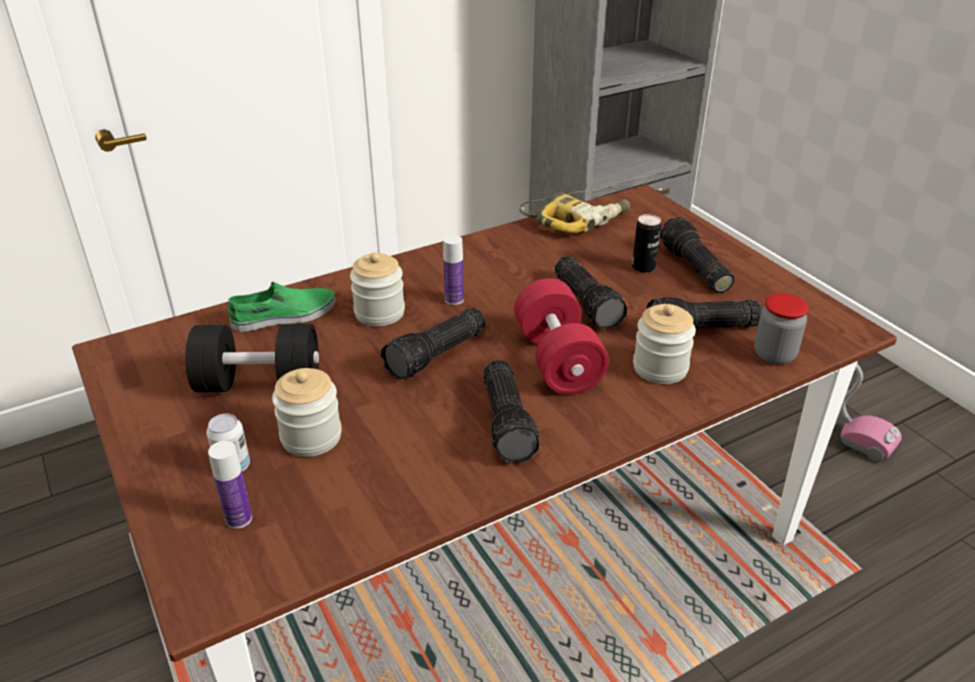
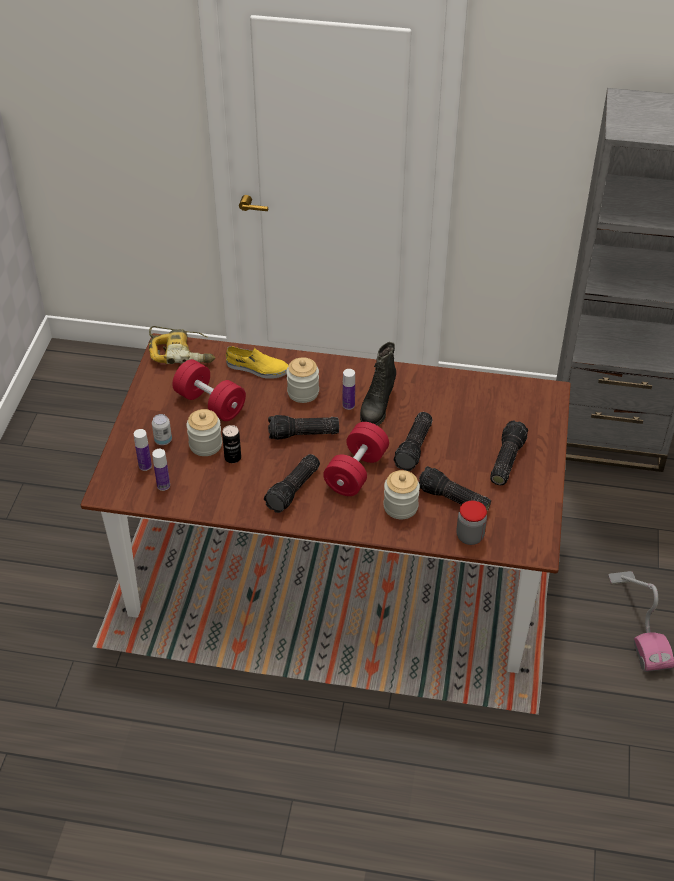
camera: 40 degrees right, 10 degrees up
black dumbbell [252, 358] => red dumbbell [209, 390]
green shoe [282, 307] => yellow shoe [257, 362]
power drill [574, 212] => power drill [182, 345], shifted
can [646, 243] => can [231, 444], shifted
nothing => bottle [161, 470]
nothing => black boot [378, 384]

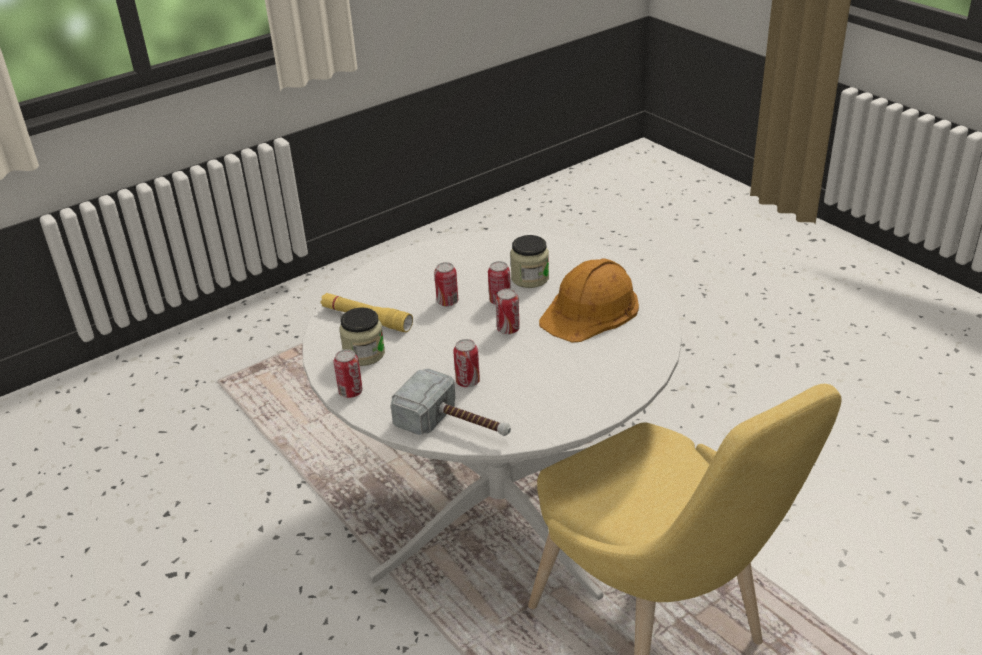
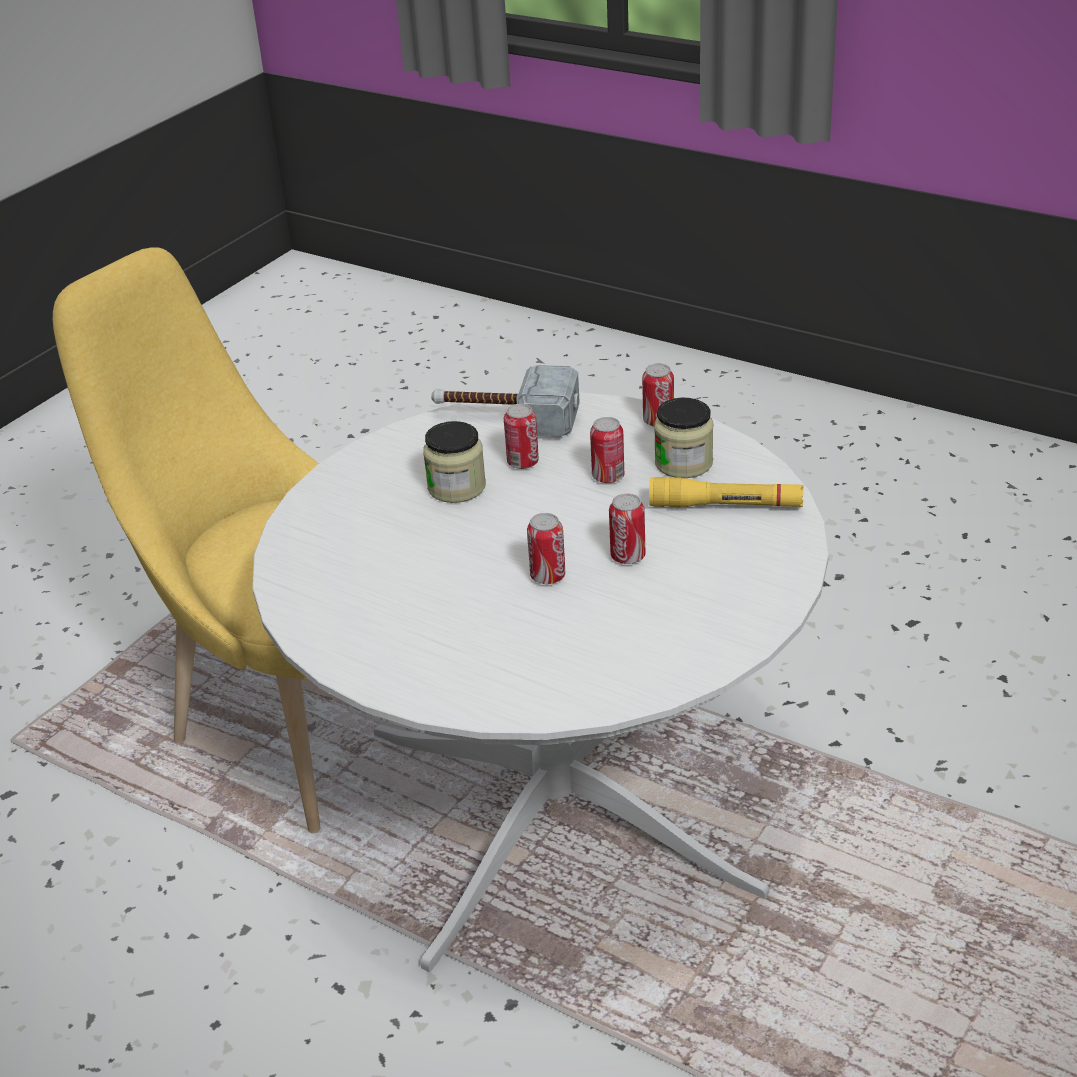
camera: 160 degrees right, 0 degrees up
can [507, 311] => can [607, 450], shifted
jar [529, 261] => jar [454, 462], shifted
orange hard hat [589, 300] => nothing

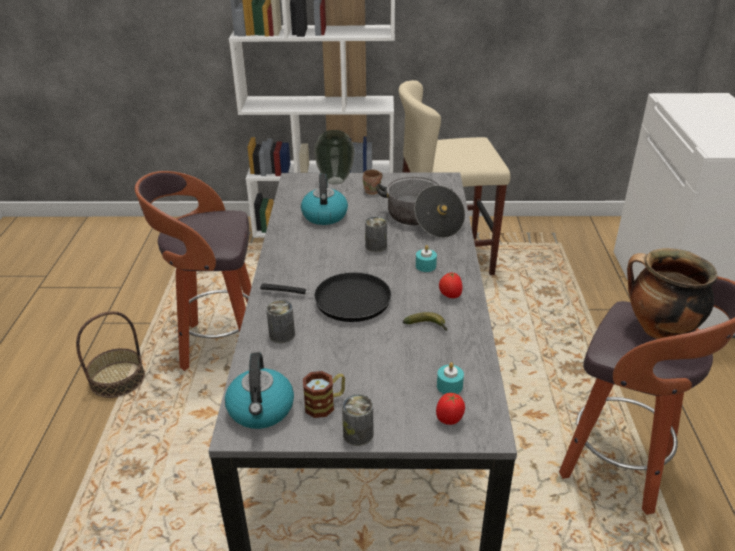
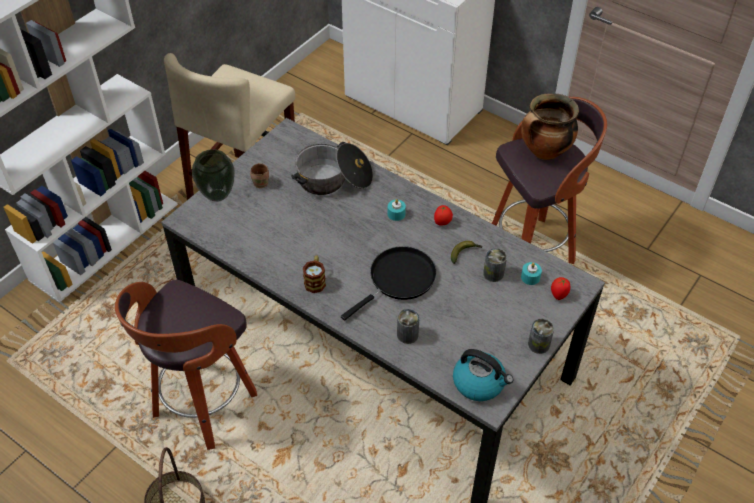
camera: 55 degrees left, 15 degrees up
kettle [324, 199] => nothing
mug [324, 394] => mug [314, 274], shifted
can [376, 234] => can [495, 265], shifted

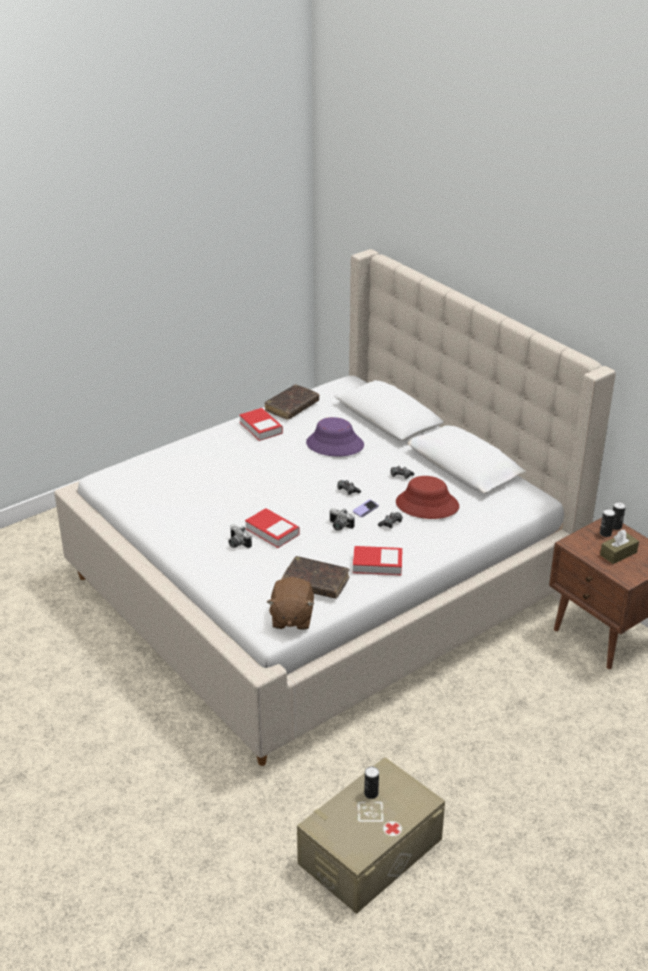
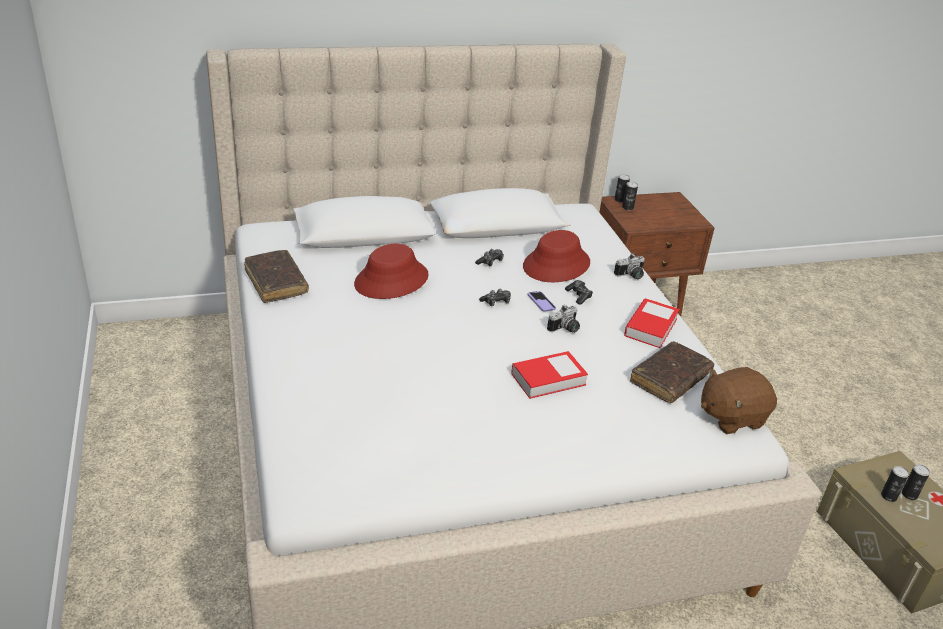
camera: 70 degrees left, 0 degrees up
photo camera [240, 536] => photo camera [629, 266], shifted
book [261, 424] => nothing
brown plush toy [290, 603] => brown plush toy [739, 400], 135 degrees clockwise
purple hat [335, 437] => red hat [391, 271]
brown tissue box [619, 547] => nothing
nothing => can [916, 482]

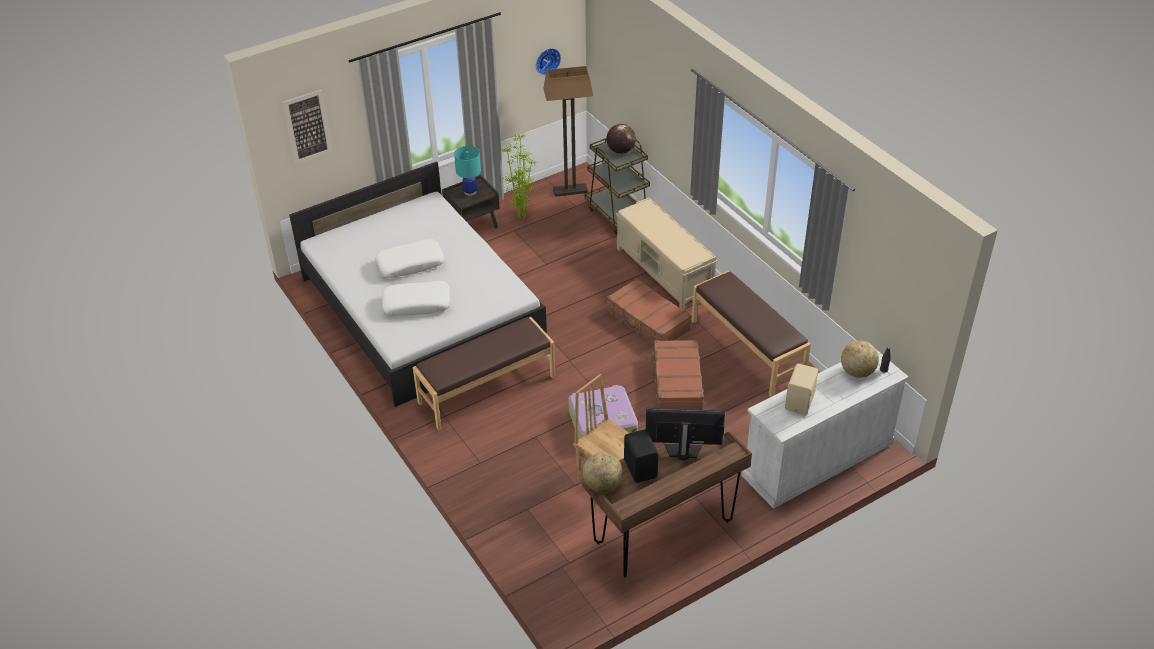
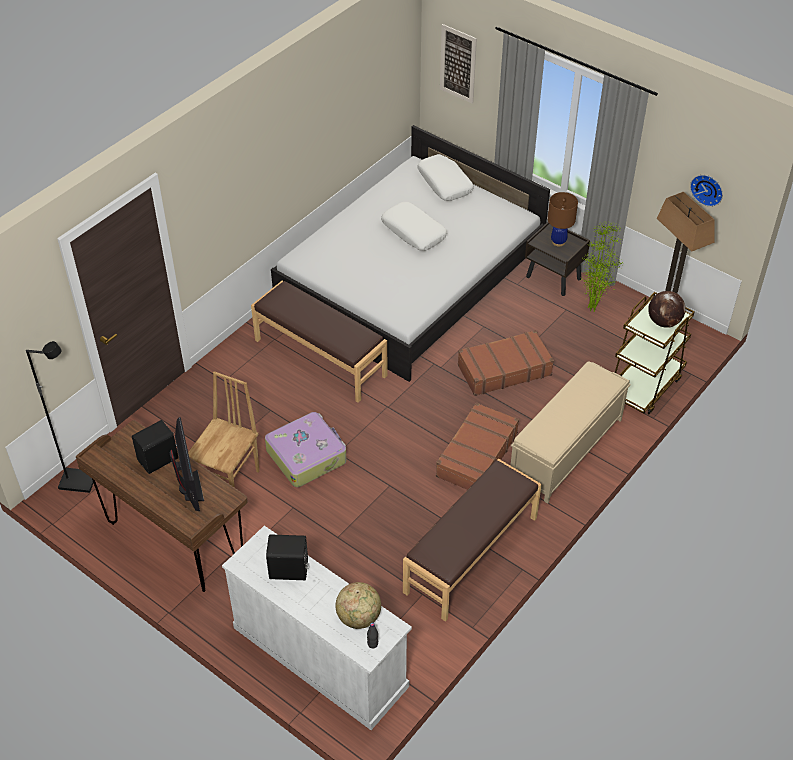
camera: 70 degrees right, 5 degrees up
white pillow [416, 298] => white pillow [445, 177], shifted
turquoise table lamp [467, 171] => brown table lamp [562, 219]
globe [603, 472] => nothing
brown suitcase [677, 375] => brown suitcase [506, 363], shifted
beige speaker [801, 389] => black speaker [288, 557]
nothing => black floor lamp [59, 417]

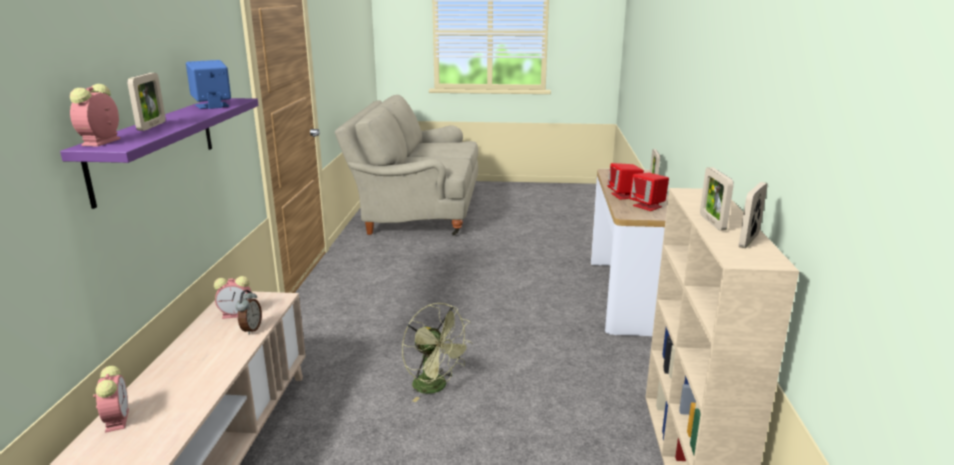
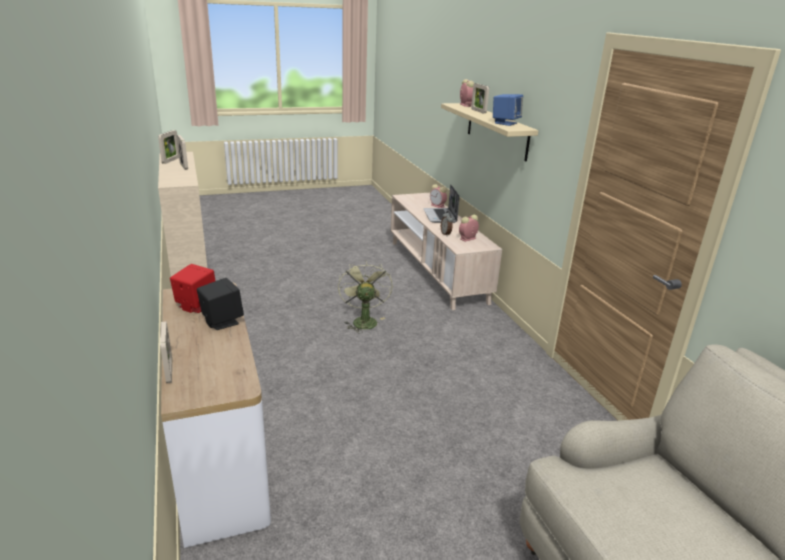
camera: 155 degrees right, 5 degrees up
purple shelf [159, 153] => beige shelf [490, 132]
green fan [437, 352] => green fan [365, 297], 60 degrees clockwise
red speaker [625, 181] => black speaker [220, 304]
nothing => laptop [441, 203]

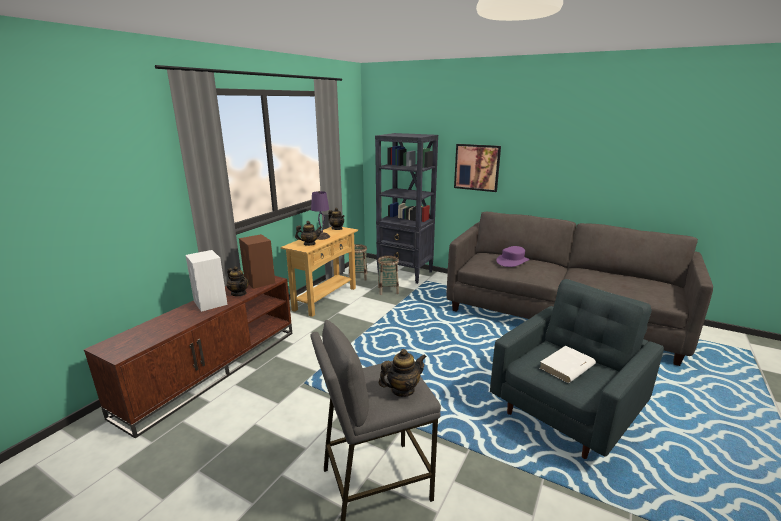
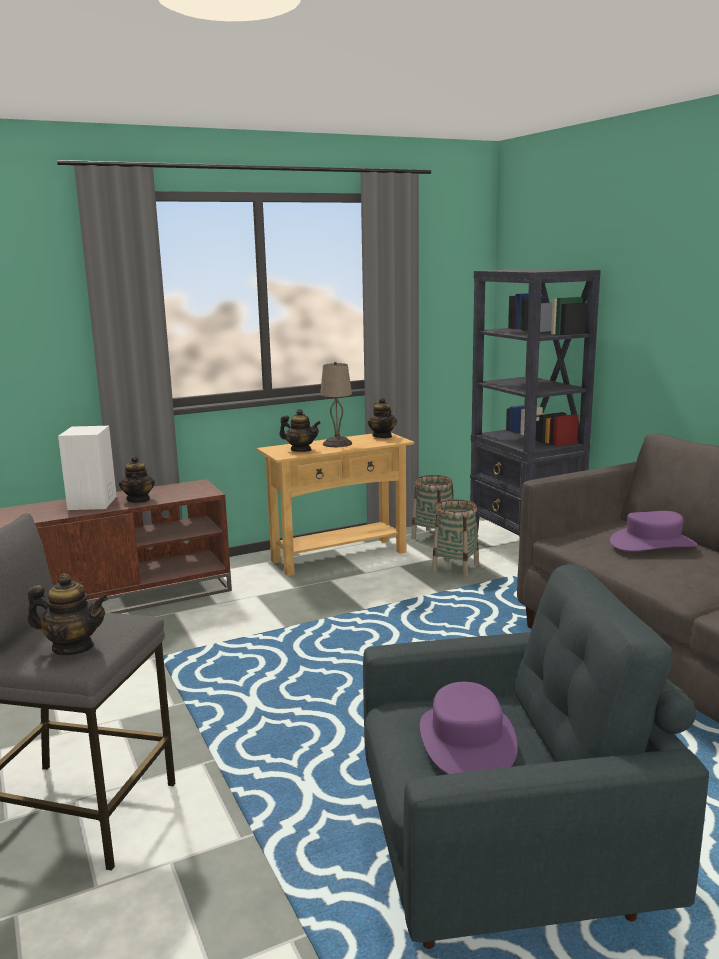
camera: 35 degrees right, 5 degrees down
brown speaker [257, 261] => nothing
purple table lamp [320, 215] => beige table lamp [336, 404]
picture [477, 168] => nothing
white book [568, 364] => purple hat [469, 728]

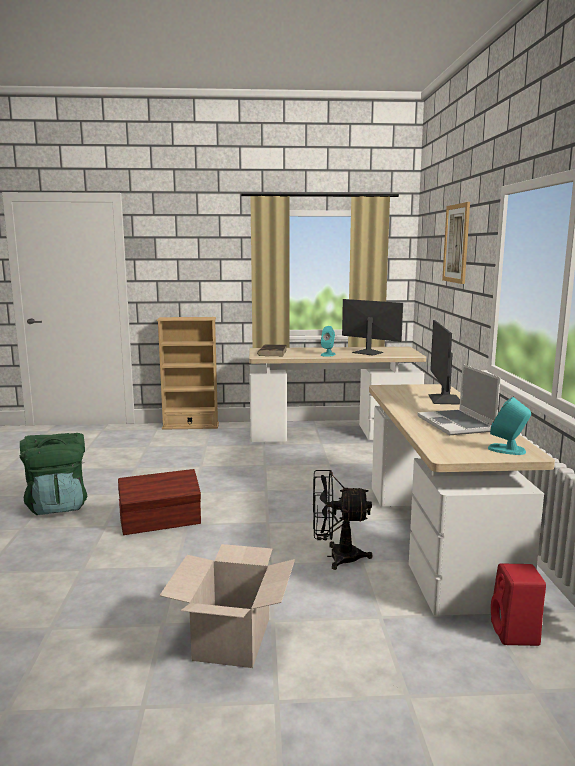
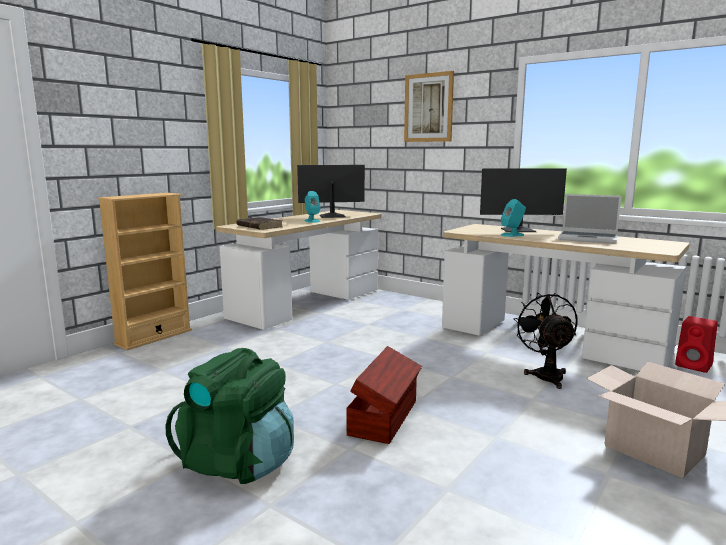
camera: 50 degrees left, 0 degrees up
black fan [343, 520] => black fan [546, 340], 135 degrees clockwise
monitor [444, 362] => monitor [523, 200], 45 degrees counterclockwise
turquoise speaker [509, 426] => turquoise speaker [513, 218], shifted

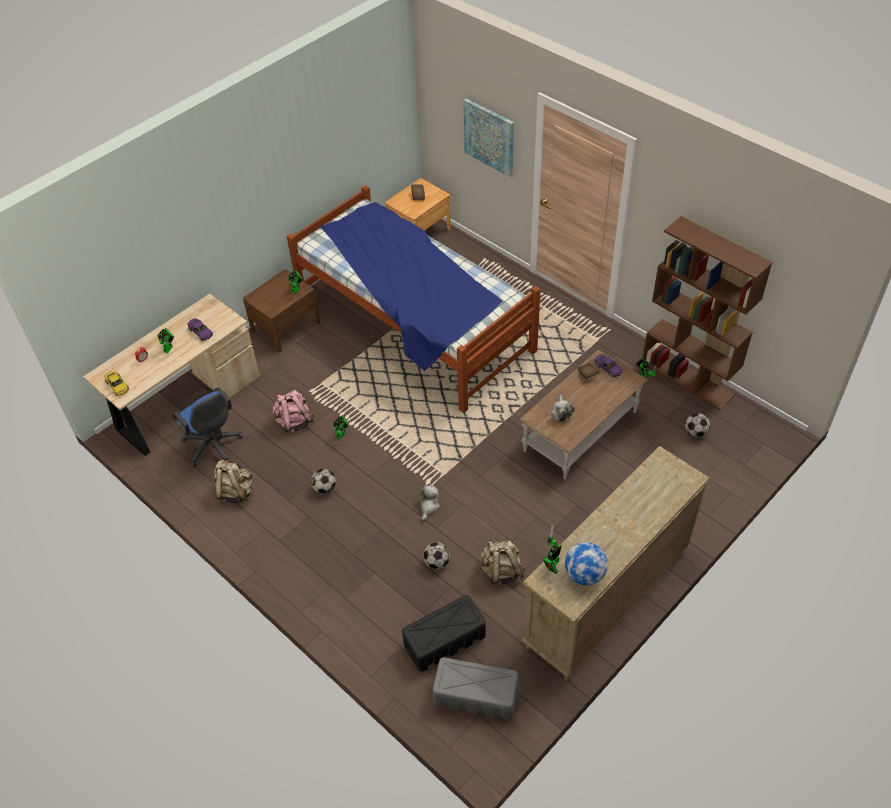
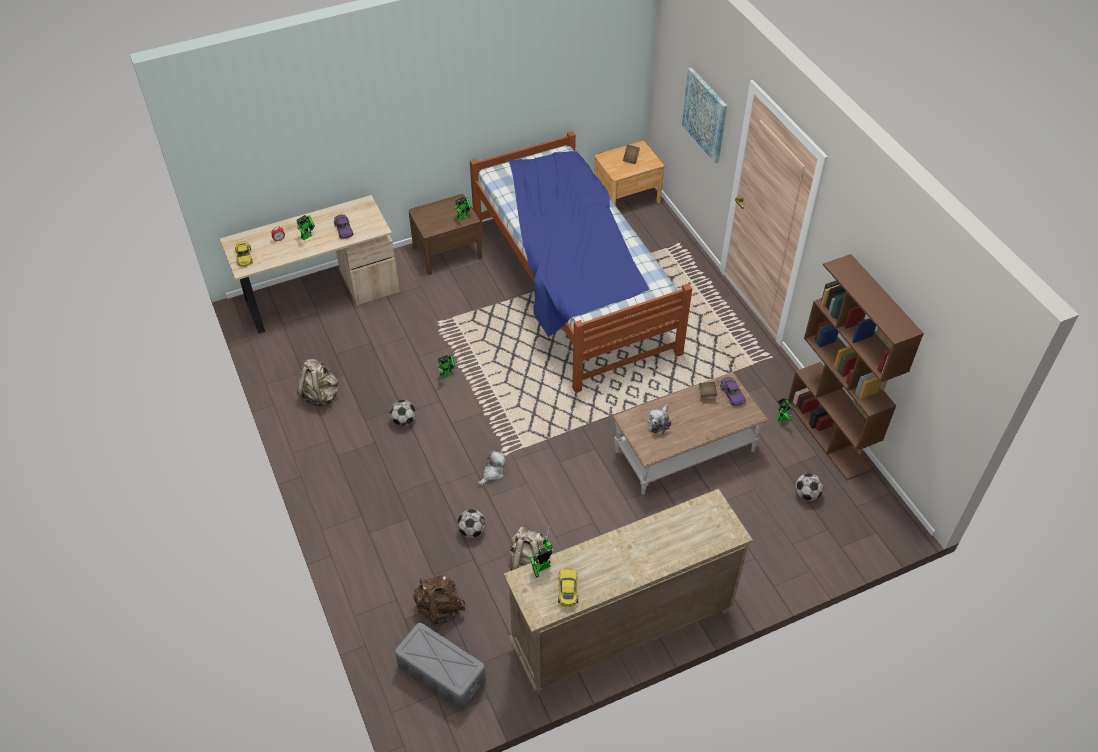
camera: 20 degrees right, 0 degrees up
blue office chair [207, 427] => nothing
pink backpack [293, 411] => nothing
black storage box [444, 633] => brown backpack [439, 601]
globe [586, 563] => yellow toy car [568, 587]

